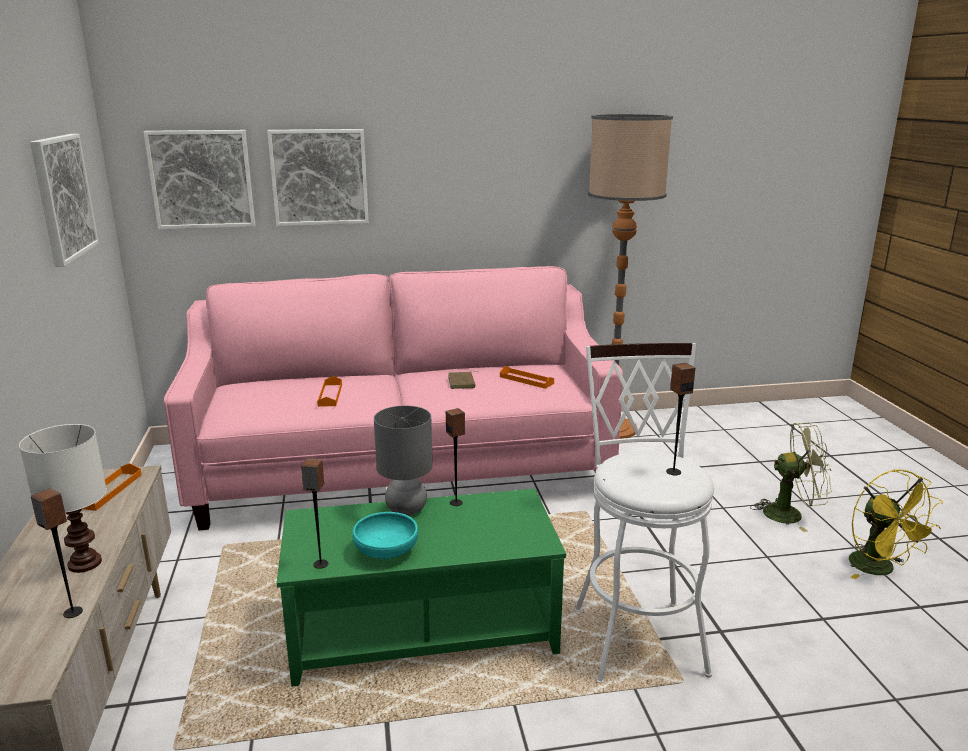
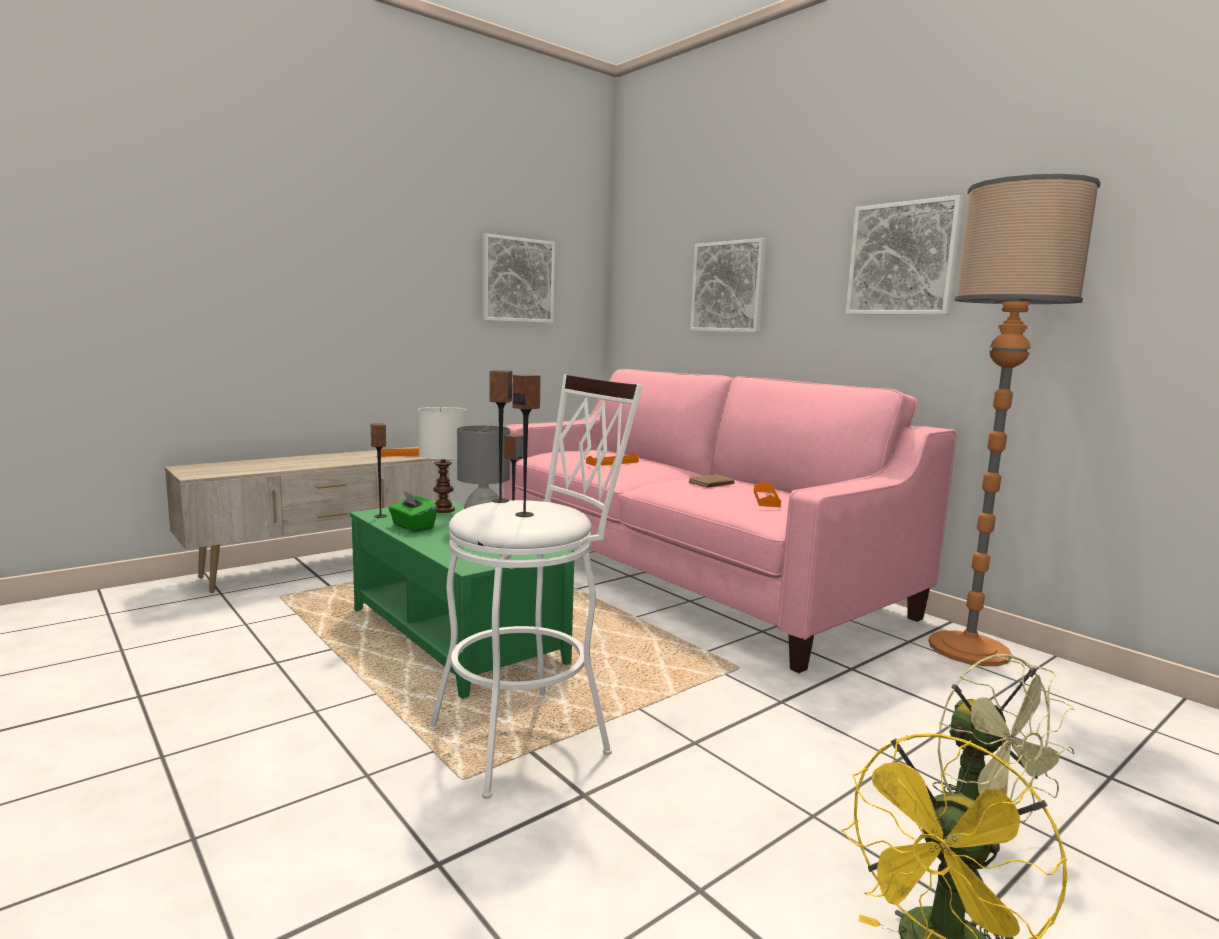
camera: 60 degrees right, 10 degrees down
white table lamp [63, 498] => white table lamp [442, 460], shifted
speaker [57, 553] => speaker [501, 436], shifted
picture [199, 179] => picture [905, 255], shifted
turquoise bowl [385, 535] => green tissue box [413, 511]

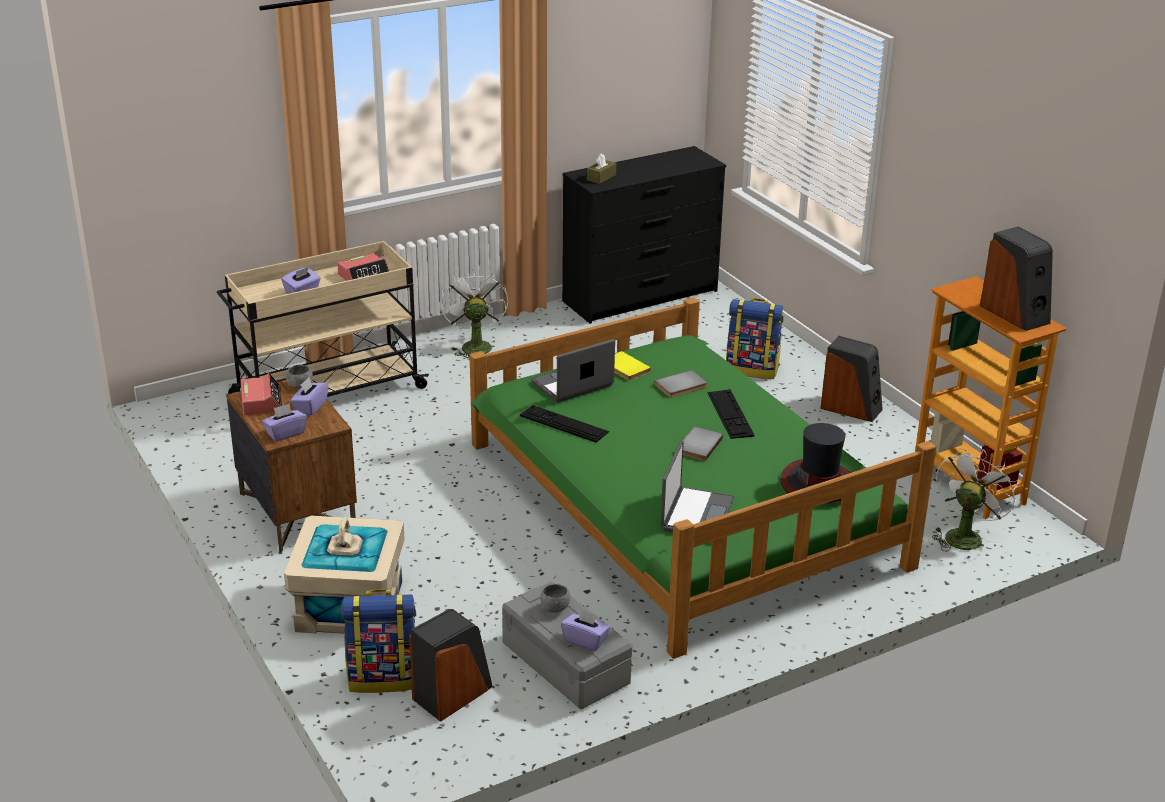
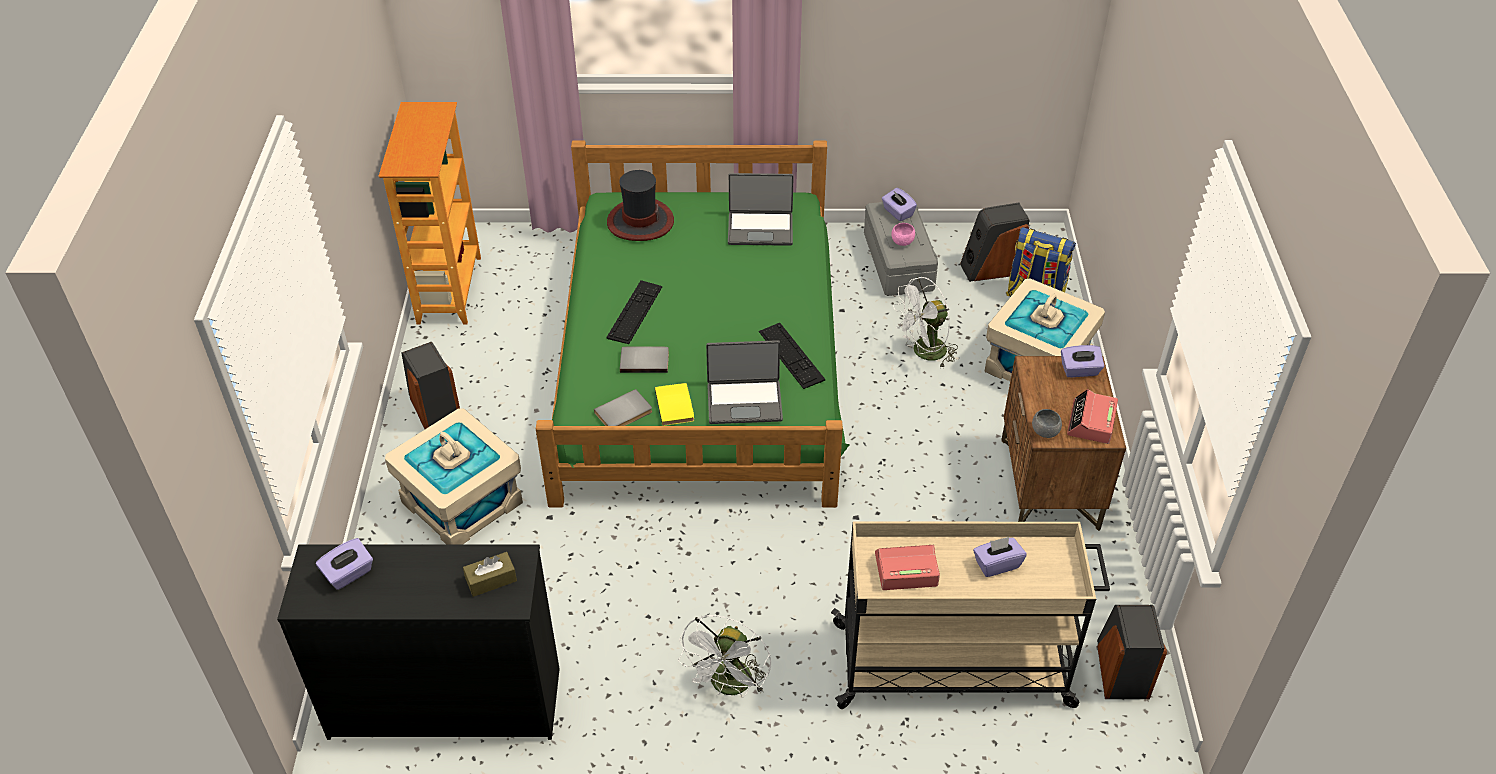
camera: 150 degrees left, 15 degrees up
purple tissue box [309, 396] => purple tissue box [344, 564], shifted
grey bowl [555, 598] => pink bowl [903, 234]
laptop [698, 486] => laptop [761, 209], 135 degrees counterclockwise
grey book [703, 444] => grey book [623, 407], shifted
backpack [755, 338] => beige storage box [454, 477]
white fan [975, 499] => white fan [925, 321], shifted
speaker [1016, 278] => speaker [1132, 652], shifted

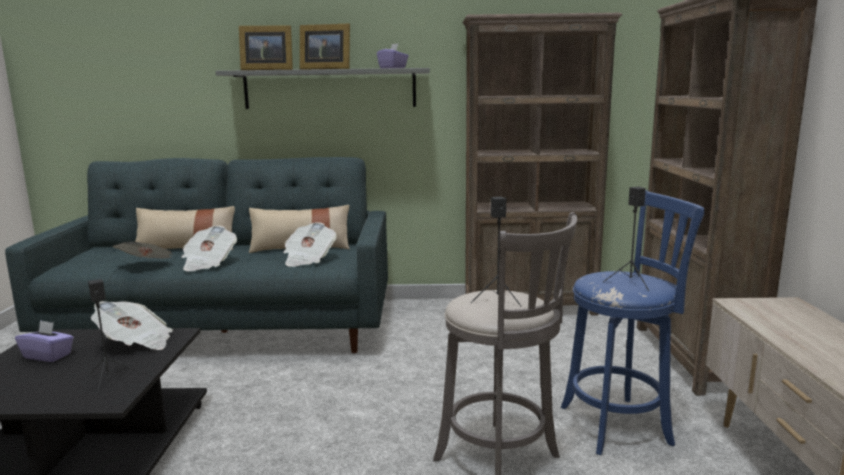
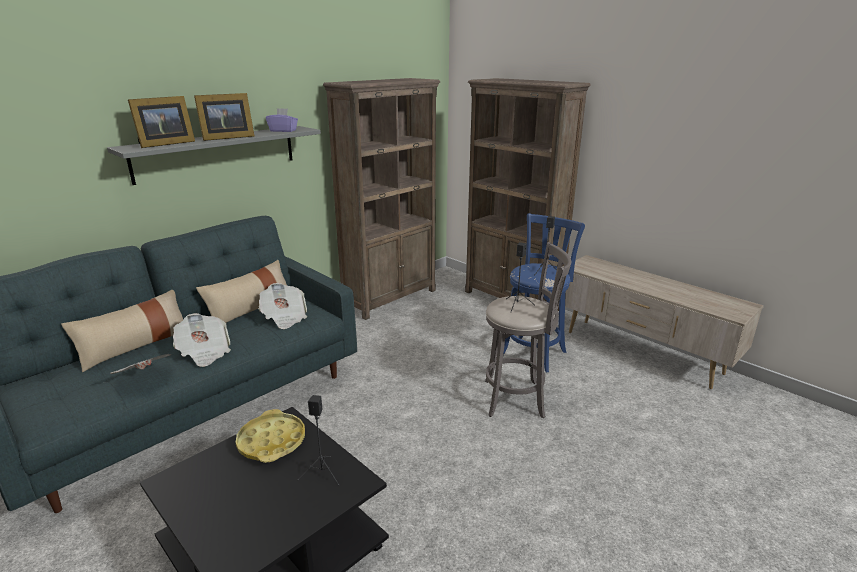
camera: 45 degrees left, 10 degrees up
purple tissue box [44, 341] => nothing
newspaper [132, 325] => yellow tray [270, 436]

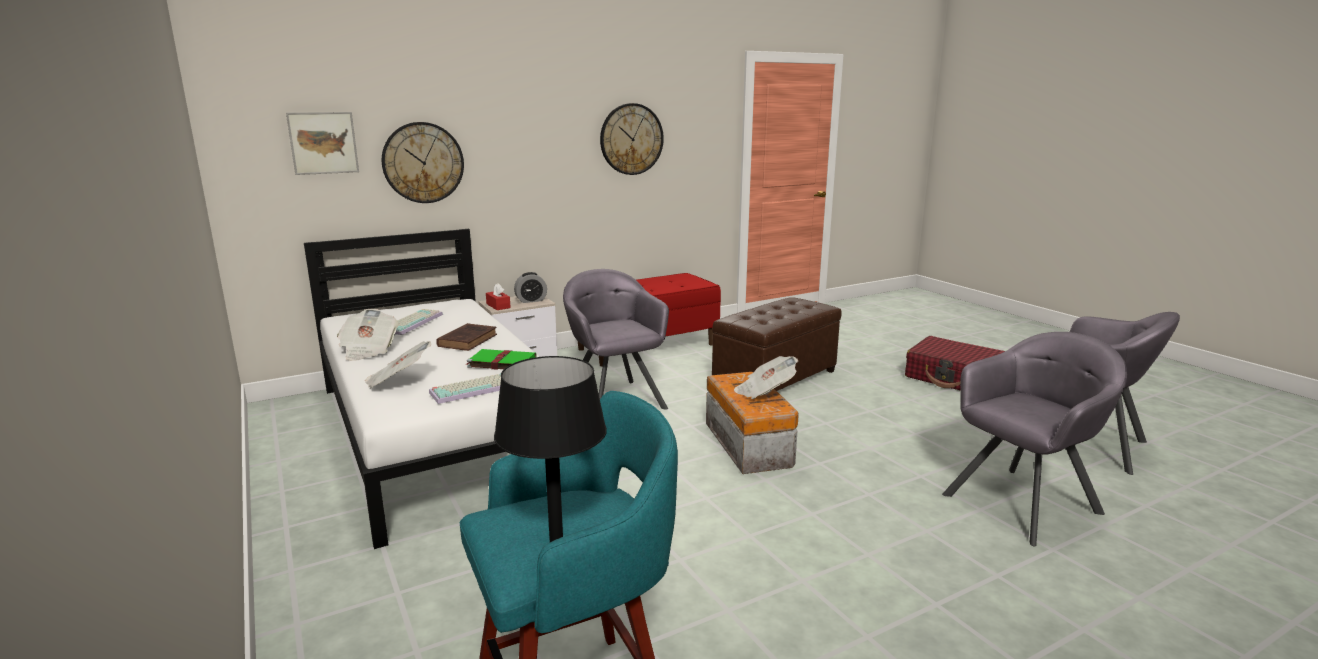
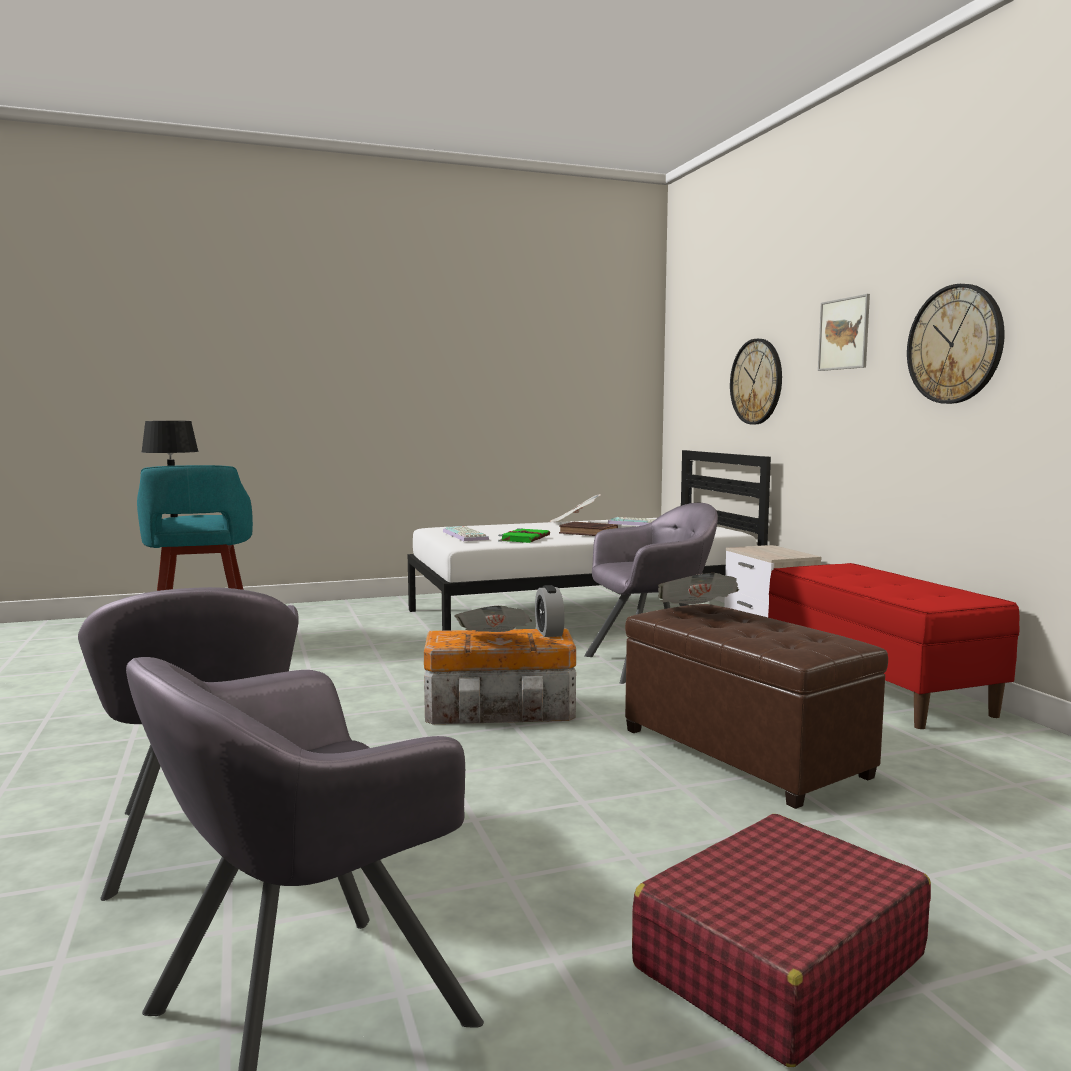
camera: 100 degrees right, 10 degrees down
picture [322, 143] => picture [844, 332], shifted
newspaper [398, 365] => newspaper [698, 588], shifted
red tissue box [498, 296] => nothing
alarm clock [530, 287] => alarm clock [550, 611], shifted

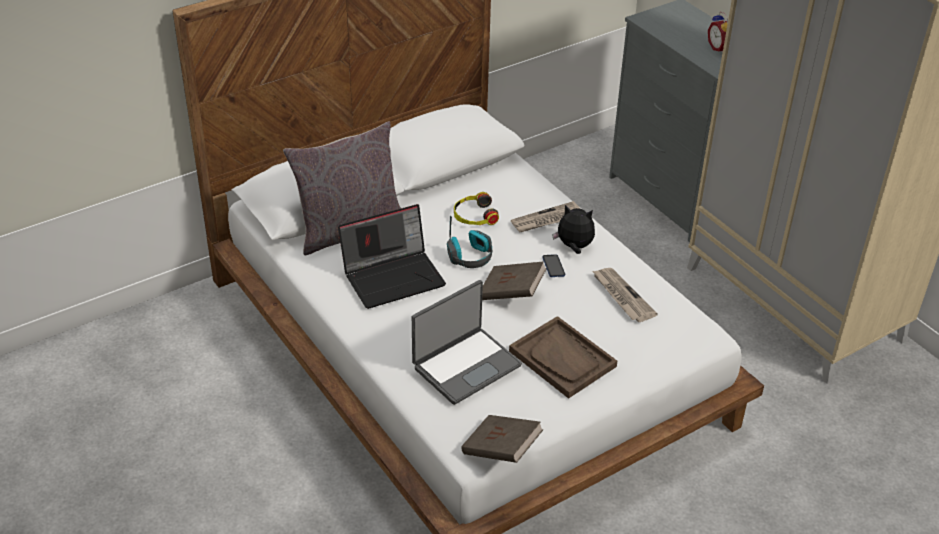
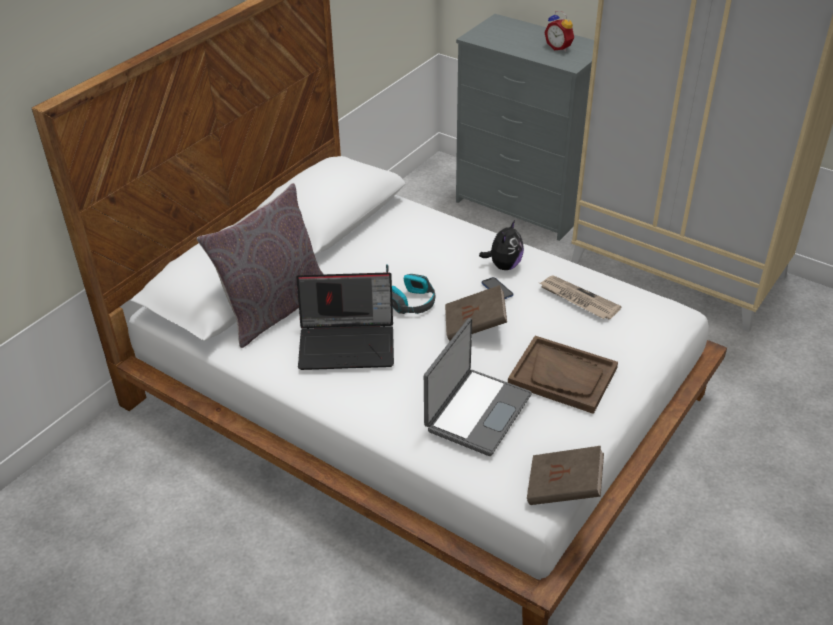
camera: 20 degrees left, 0 degrees up
laptop [392, 256] => laptop [345, 321], 45 degrees clockwise
headphones [476, 208] => nothing
newspaper [546, 216] => nothing
plush toy [573, 229] => plush toy [501, 245], 120 degrees clockwise

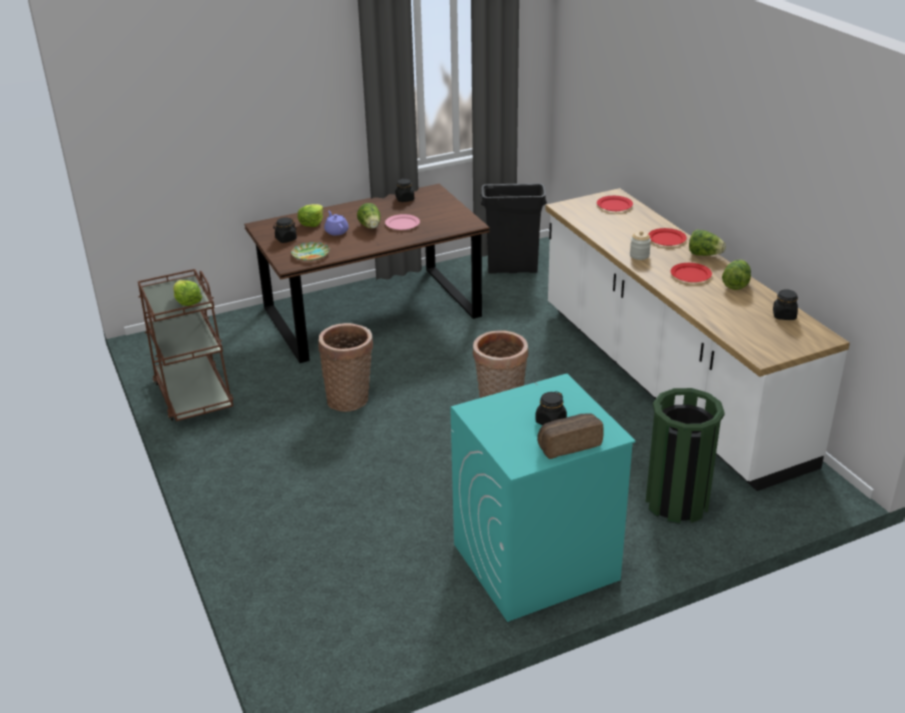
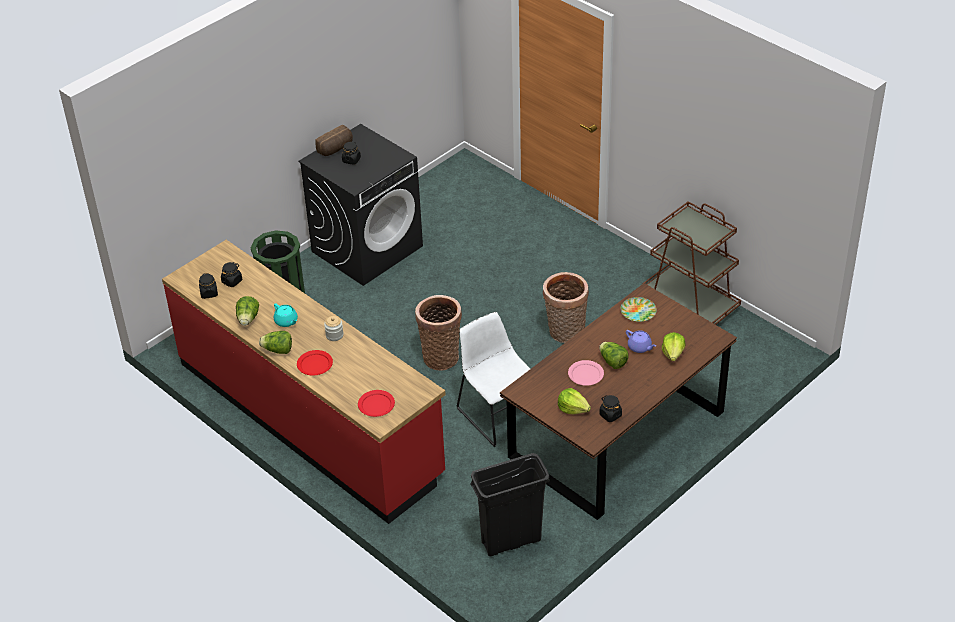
camera: 160 degrees right, 10 degrees up
lettuce [187, 293] => lettuce [574, 401], shifted
black jar [285, 230] => black jar [231, 274], shifted
turquoise washing machine [542, 497] => black washing machine [360, 205]
white counter [697, 339] => red counter [304, 382]
red plate [691, 272] => turquoise teapot [286, 315]
nothing => white chair [493, 379]

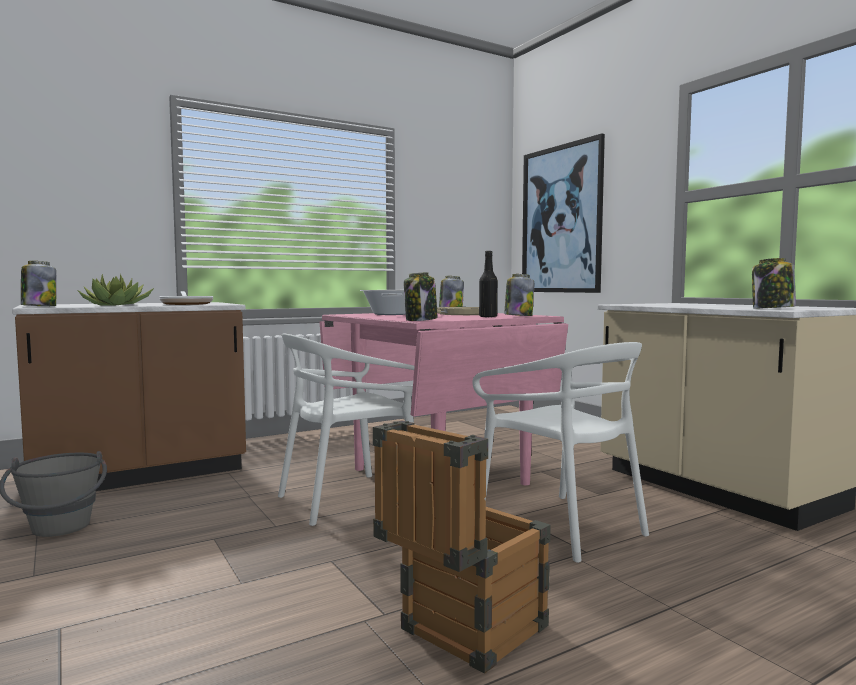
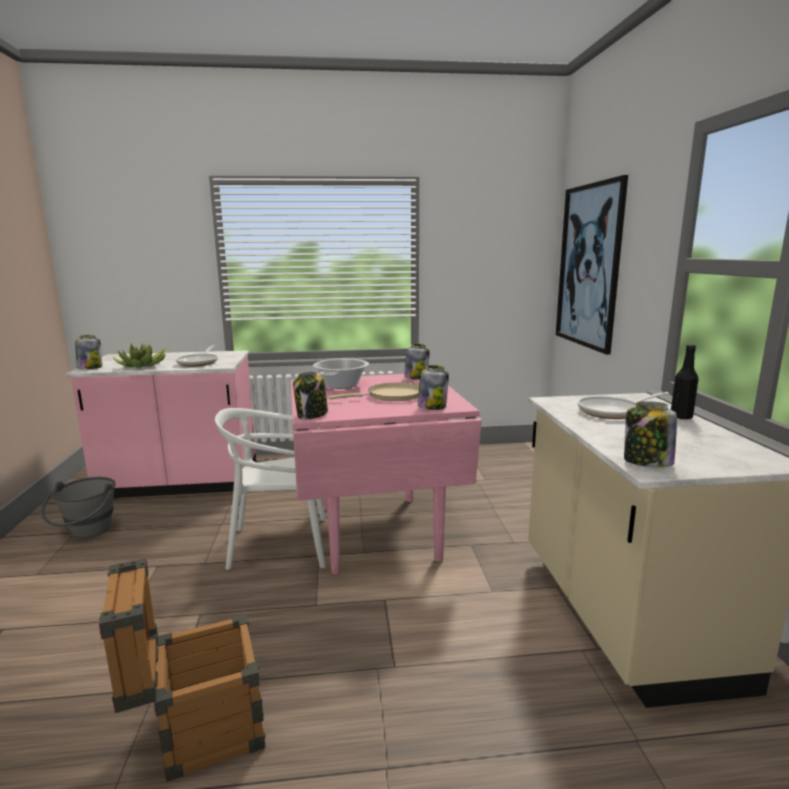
camera: 25 degrees right, 10 degrees up
brown counter [129, 396] => pink counter [161, 424]
white chair [560, 452] => nothing
black bottle [488, 284] => black bottle [684, 381], shifted
nothing => frying pan [624, 405]

